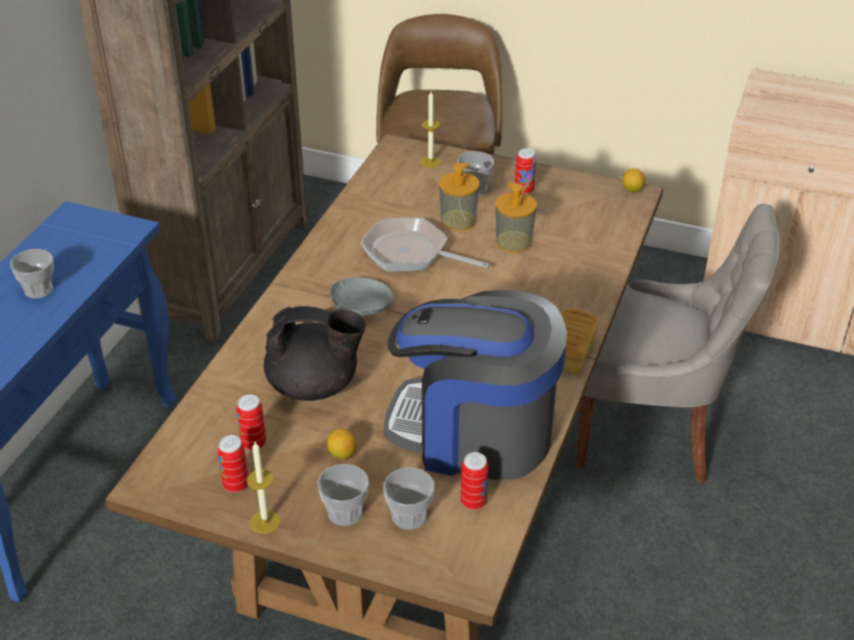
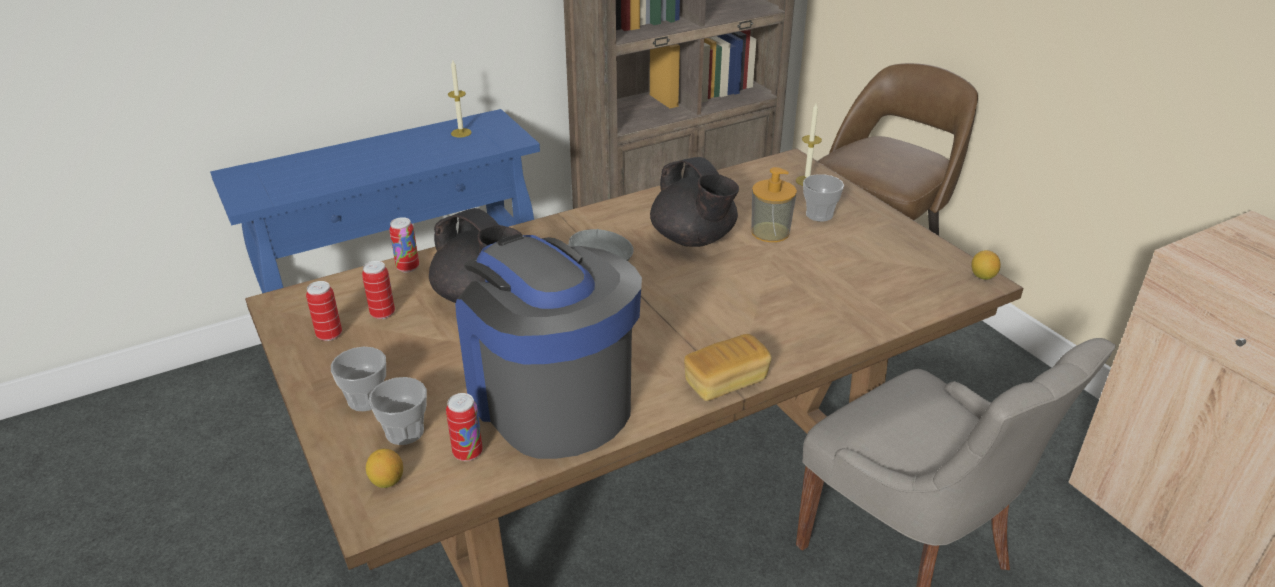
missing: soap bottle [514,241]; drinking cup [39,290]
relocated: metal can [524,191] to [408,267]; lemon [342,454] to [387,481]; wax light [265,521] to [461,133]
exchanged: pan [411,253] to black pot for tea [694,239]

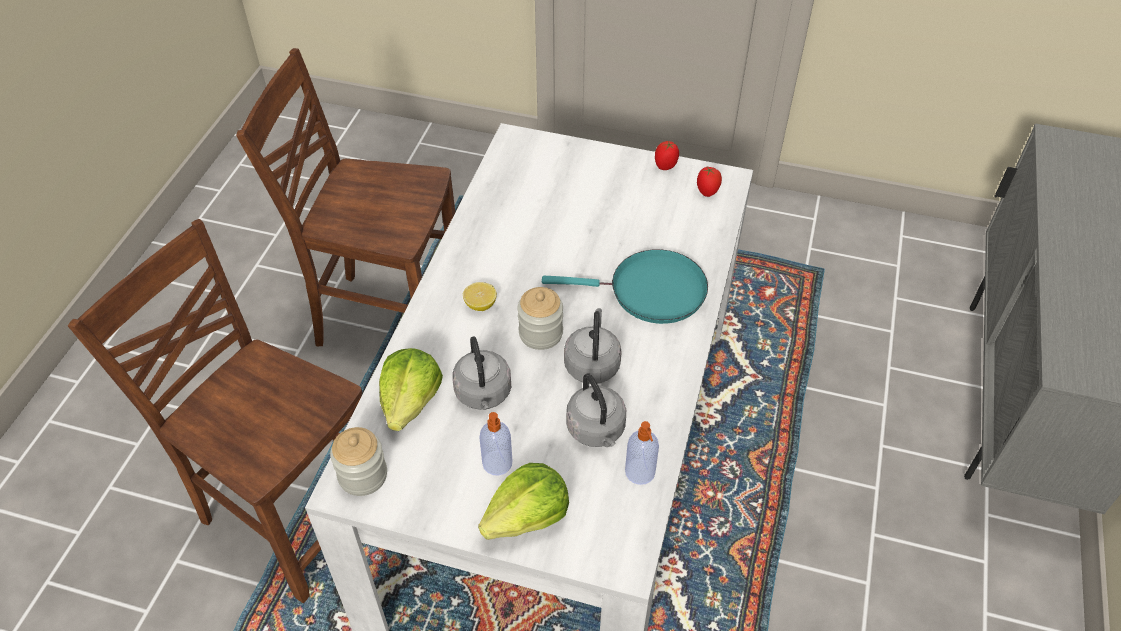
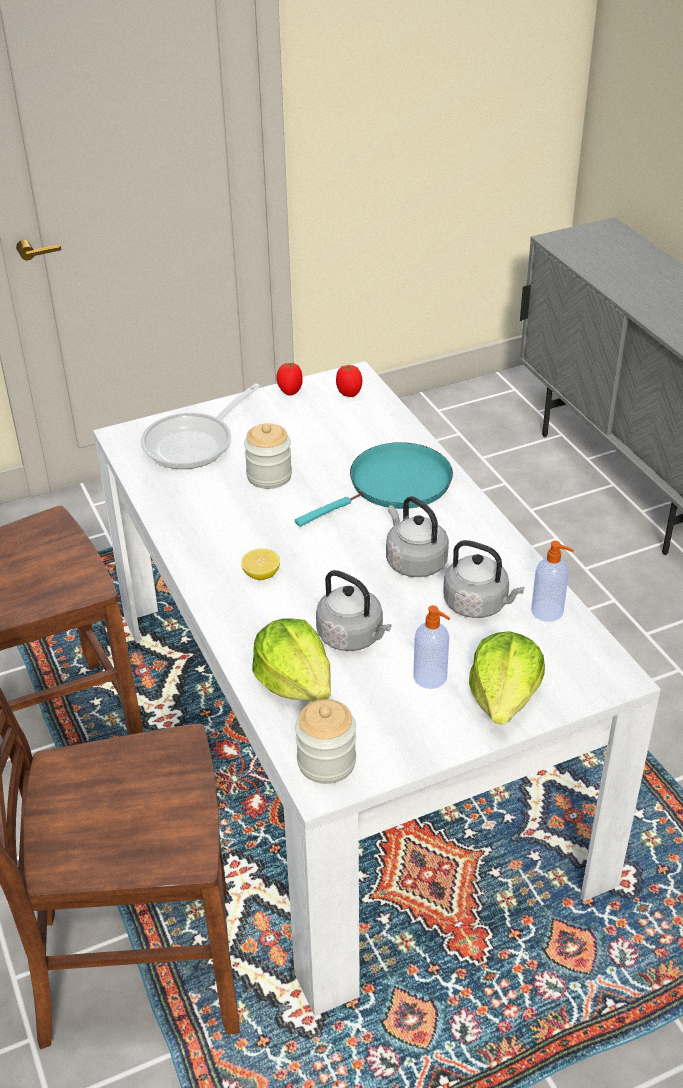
appeared: pan [195,443]
relocated: storage jar [540,333] to [269,476]

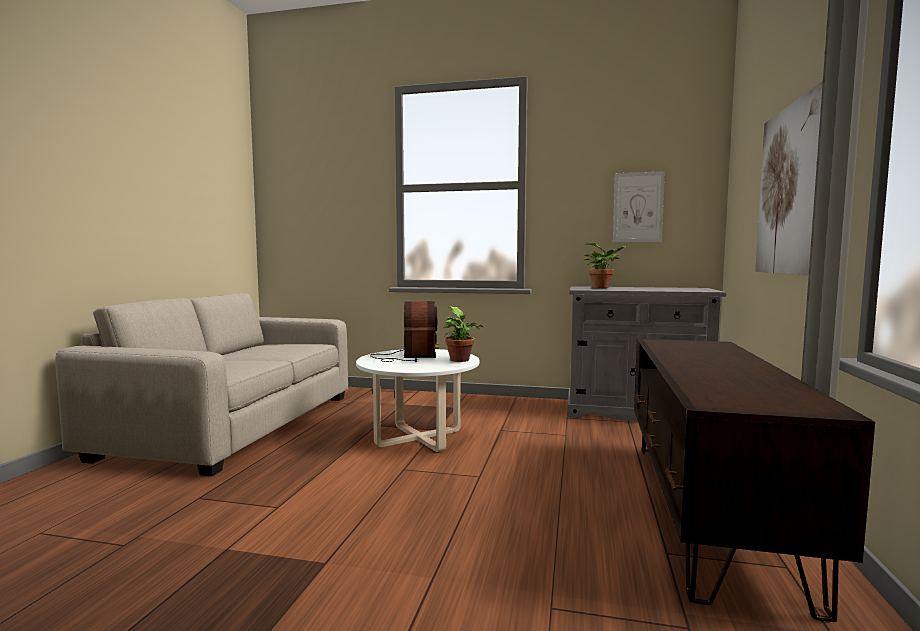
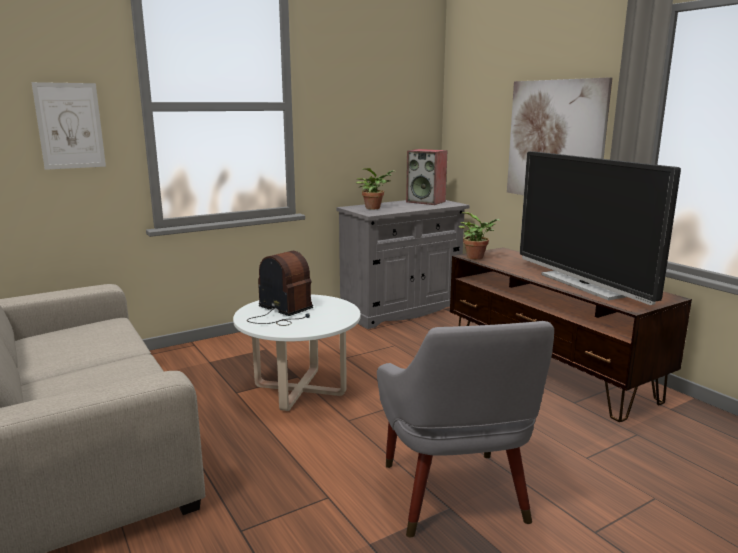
appeared: speaker [426,202]; television [584,285]; grey easy chair [456,500]
relocated: wall picture [638,207] to [70,126]; potted plant [461,360] to [477,257]

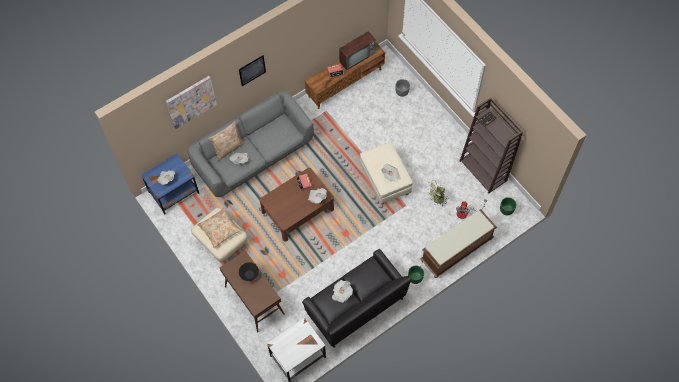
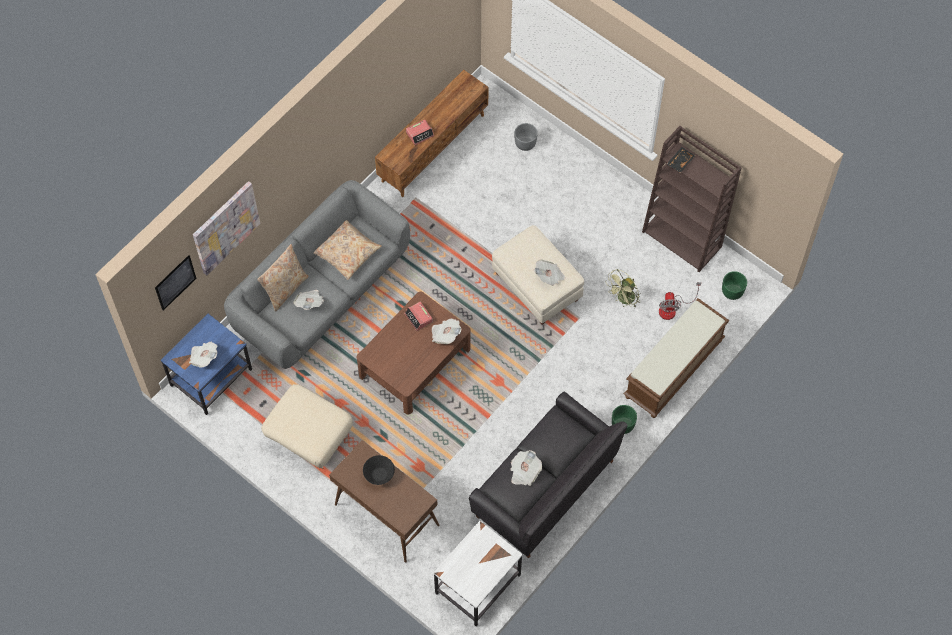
missing: television [357,57]
relocated: wall picture [252,70] to [175,282]; beige throw pillow [220,229] to [347,253]

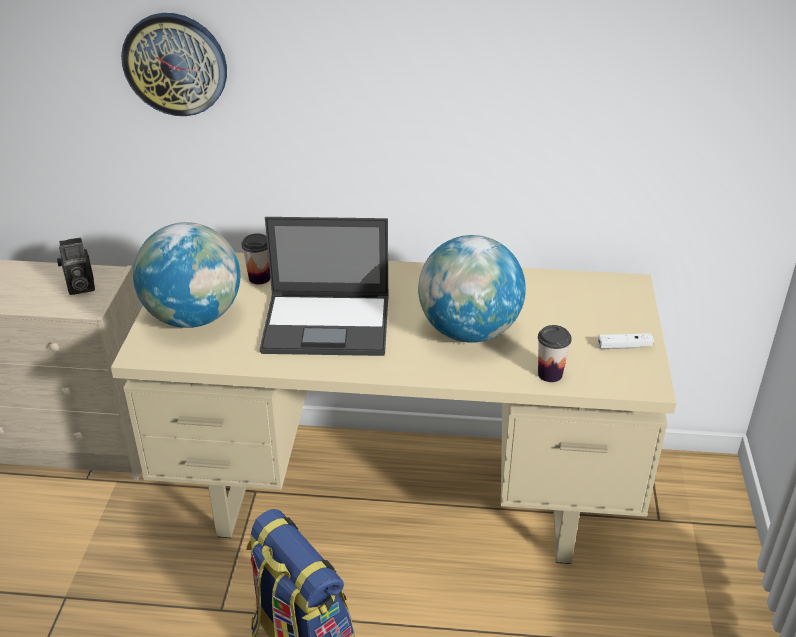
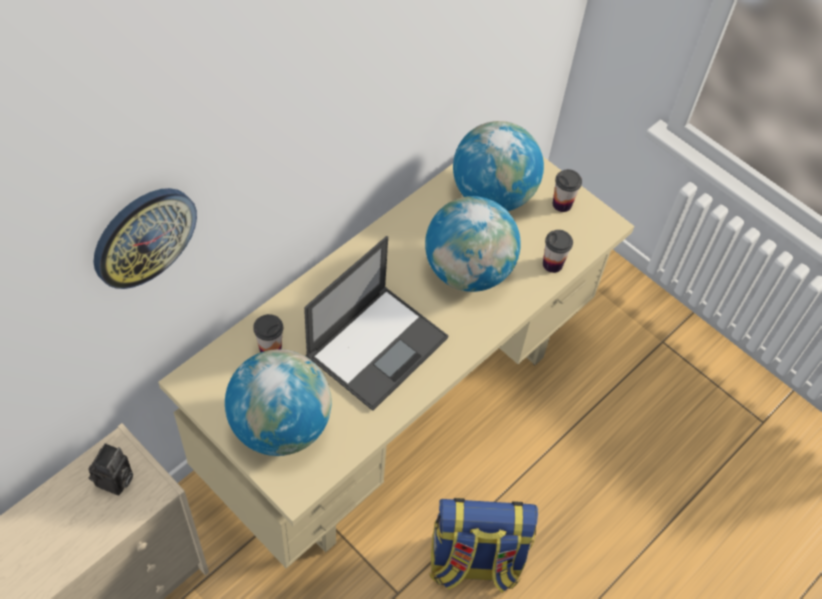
appeared: world globe [492,195]
exchanged: whitish joypad [624,346] to drinking cup [562,204]

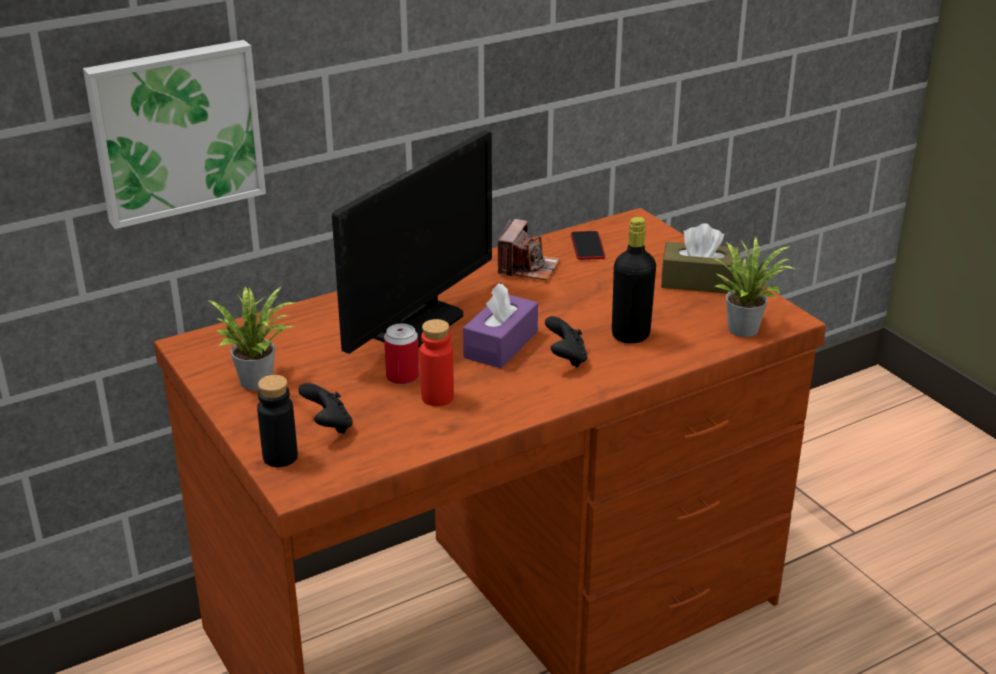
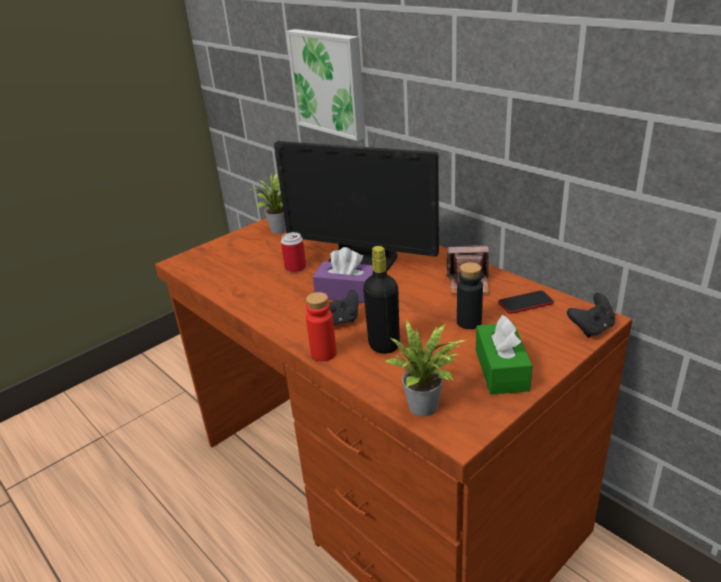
relocated: reddish beverage bottle [437,397] to [323,353]; black beverage bottle [280,457] to [469,322]; black joypad [328,425] to [591,329]
colour: brownish tissue holder [699,281] to green tissue holder [501,370]

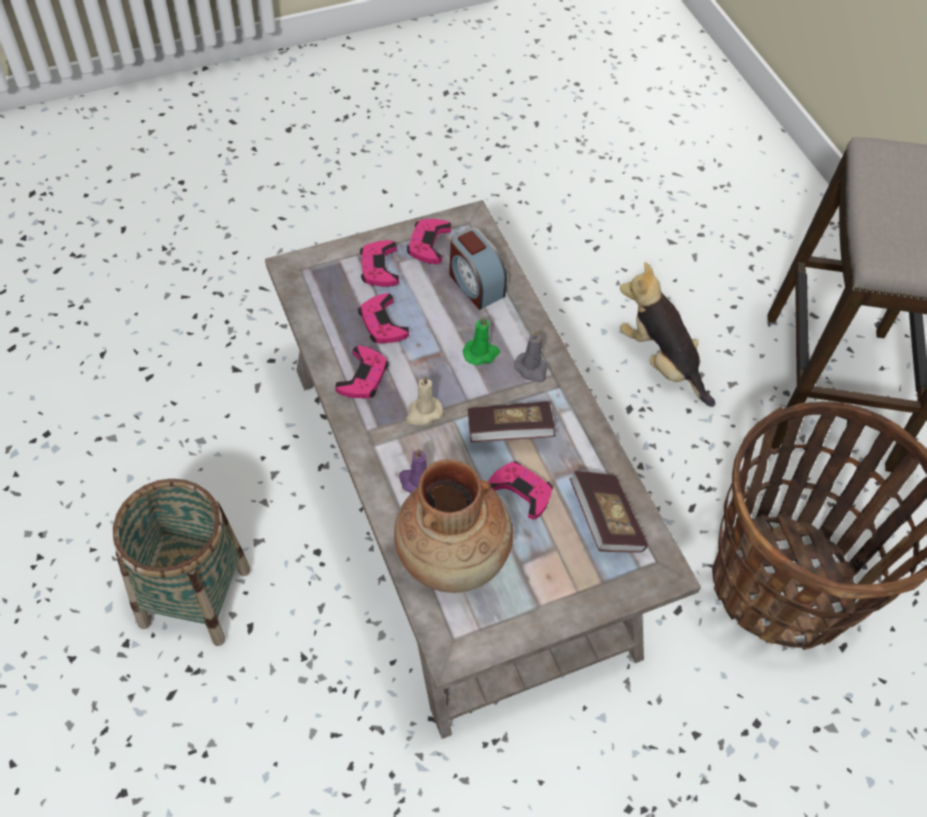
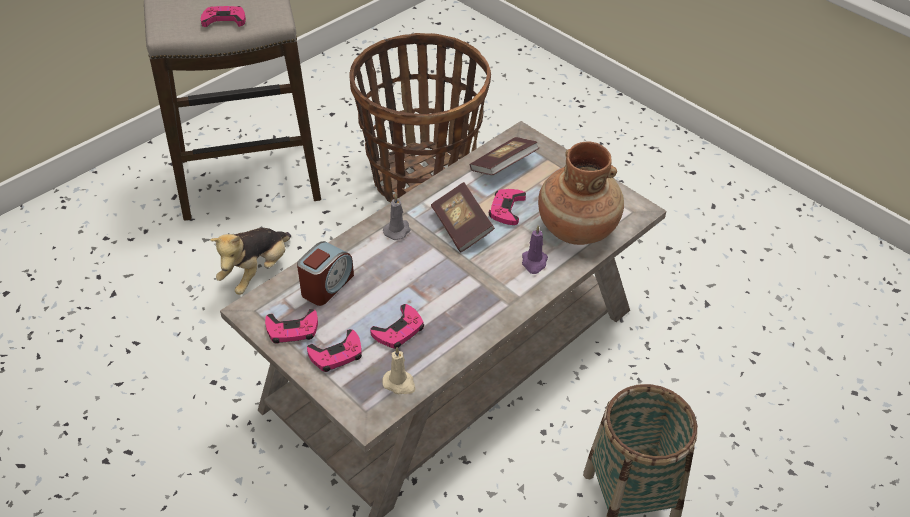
missing: green wax light [481,353]
relocated: pinkish joypad [363,377] to [224,20]; beige wax light [423,412] to [400,383]

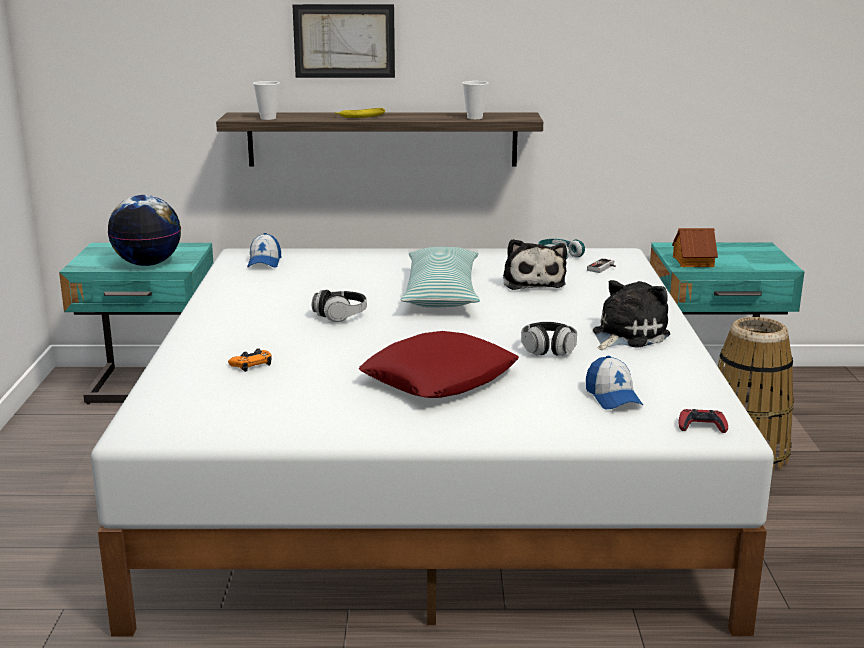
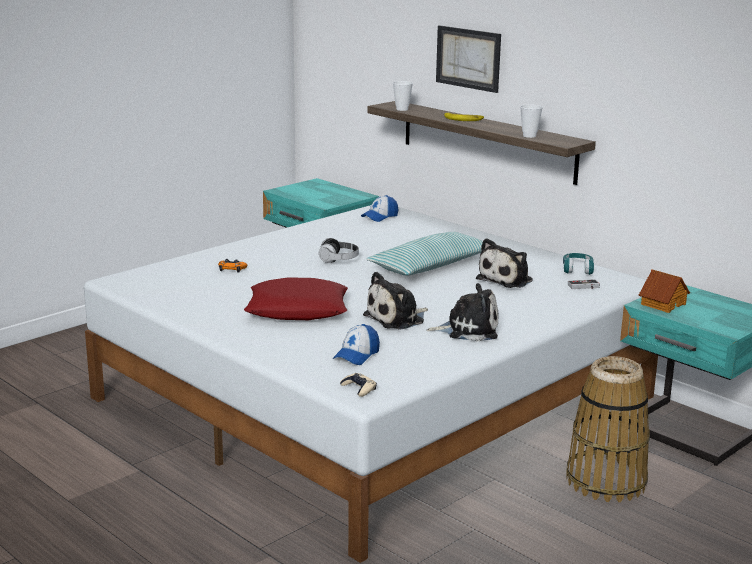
missing: world globe [148,264]
exchanged: headset [548,349] to cuddly toy [397,319]
colour: reddish joypad [701,426] to beige joypad [359,388]

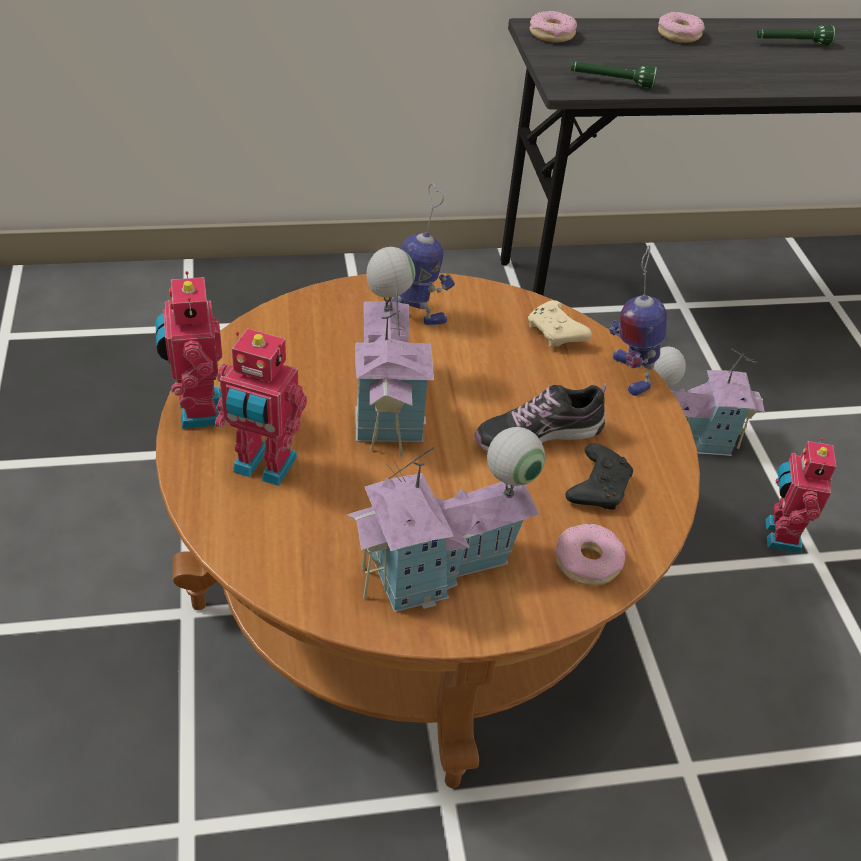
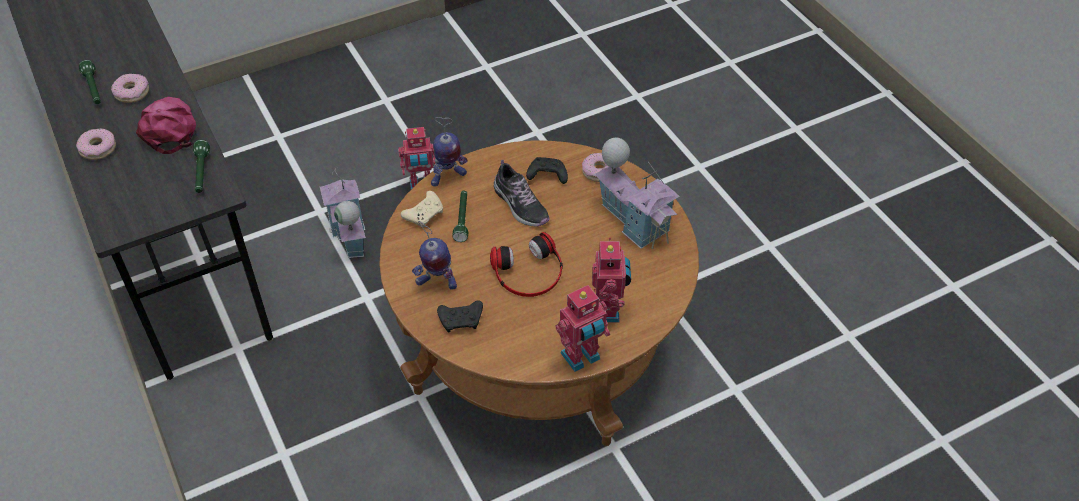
appeared: pinkish baseball cap [168,128]; green torch [462,219]; black joypad [461,320]
relocated: donut [552,34] to [132,93]
exchanged: miniature house [389,404] to headset [528,272]
spun: model robot [418,314] = [436,282] 90 degrees counterclockwise

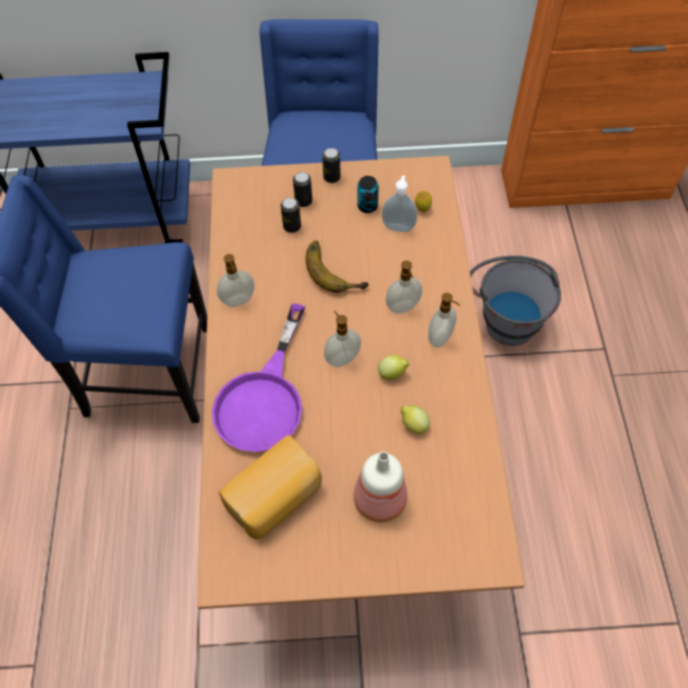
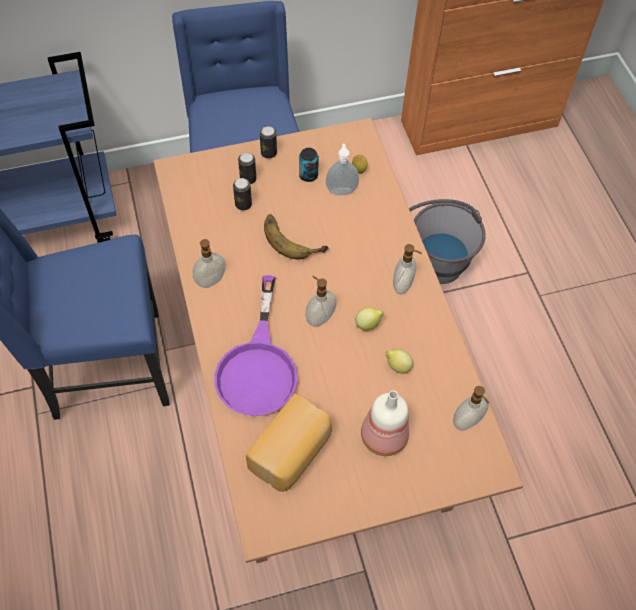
relocated: soap bottle [403,307] to [467,422]

